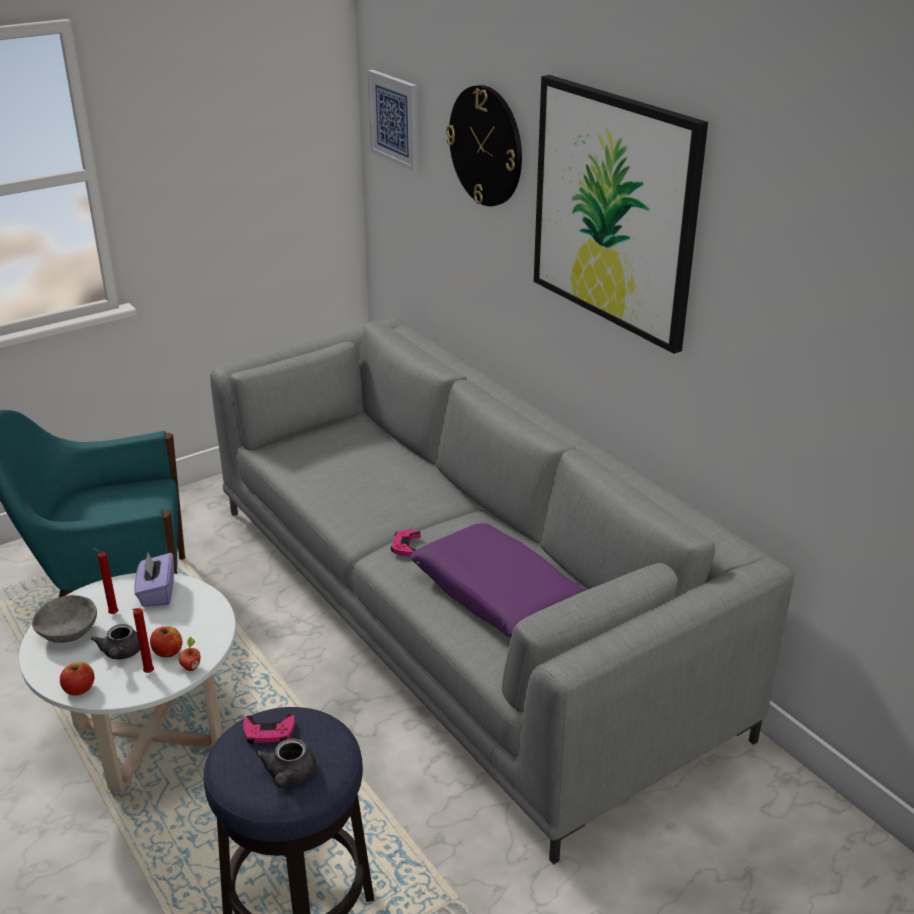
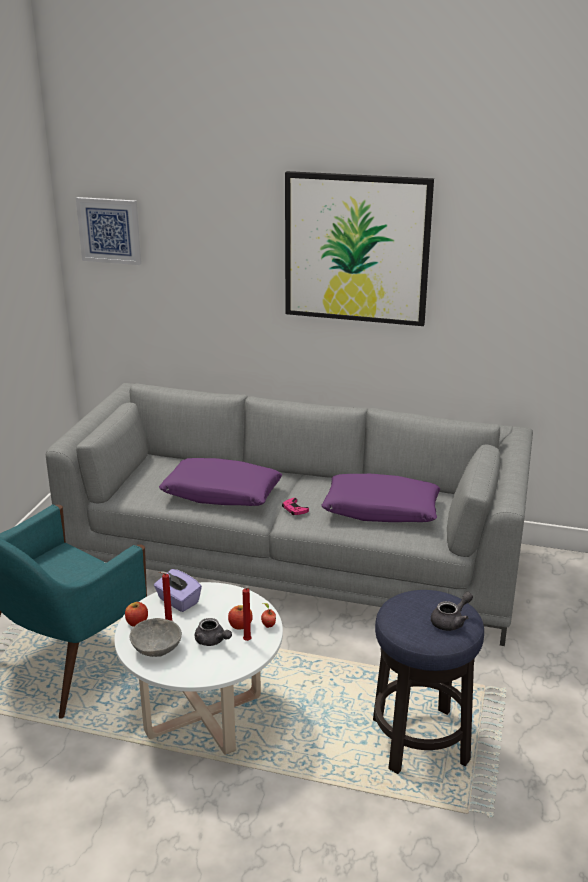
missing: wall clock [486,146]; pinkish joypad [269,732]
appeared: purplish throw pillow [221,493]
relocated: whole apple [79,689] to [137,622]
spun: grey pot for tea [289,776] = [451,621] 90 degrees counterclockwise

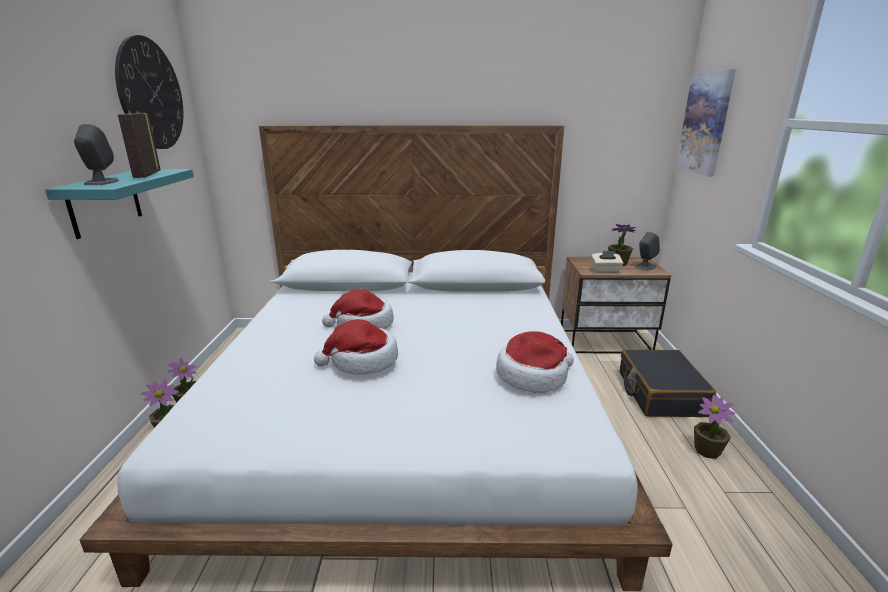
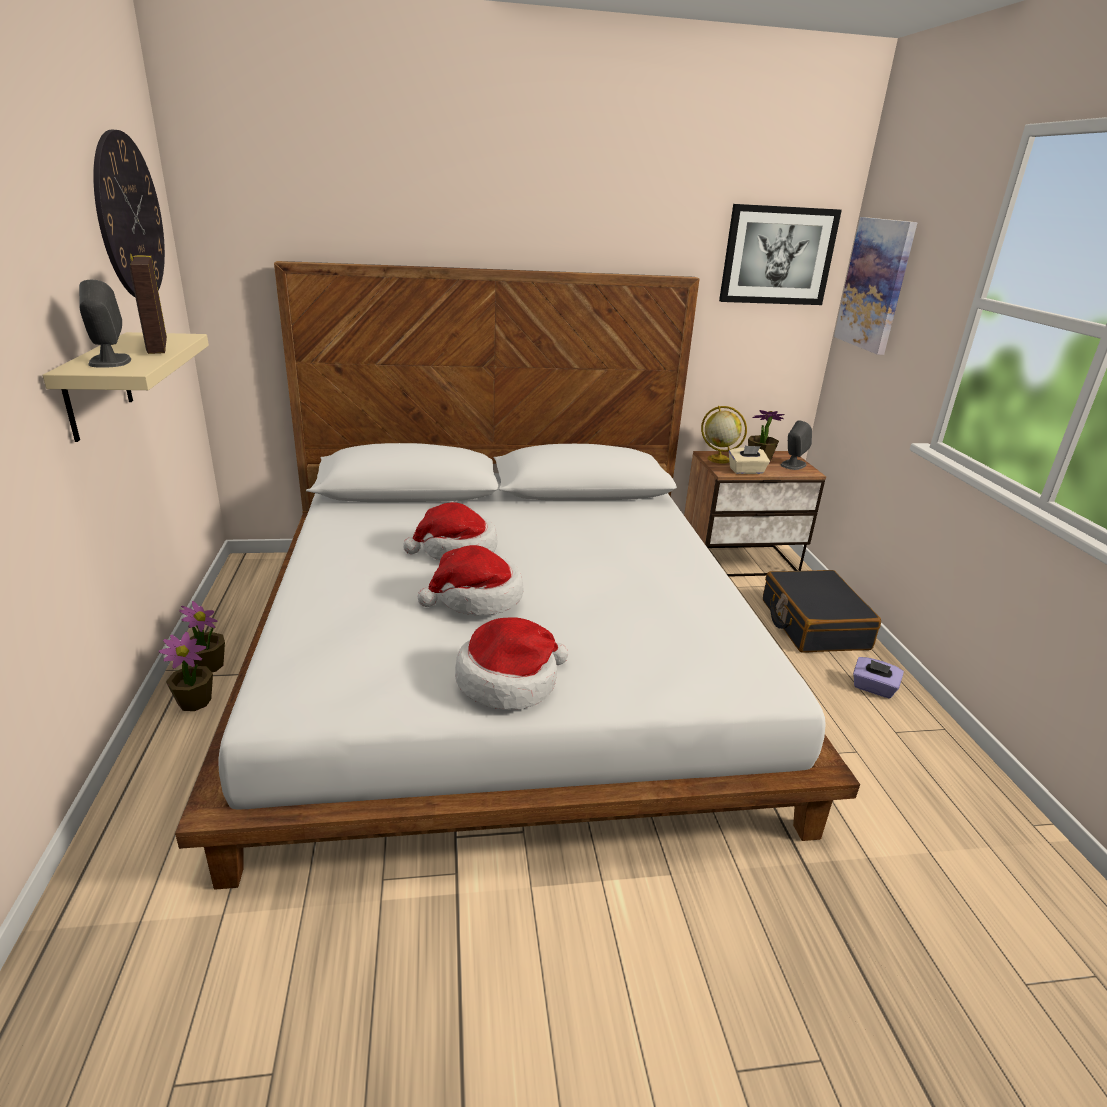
appeared: wall picture [777,256]; world globe [718,459]
relocated: clothing hat [533,376] to [509,681]
exchanged: potted plant [707,451] to purplish tissue holder [873,688]
colour: turquoise-coloured wall shelf [105,202] to beige wall shelf [97,385]

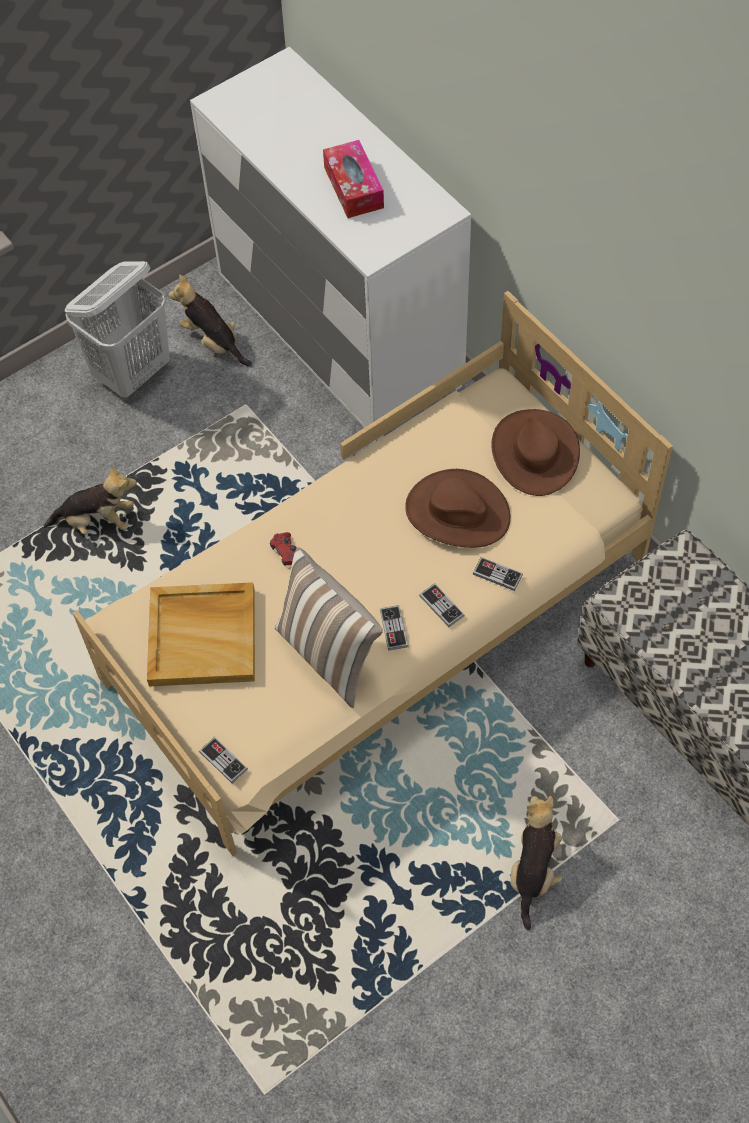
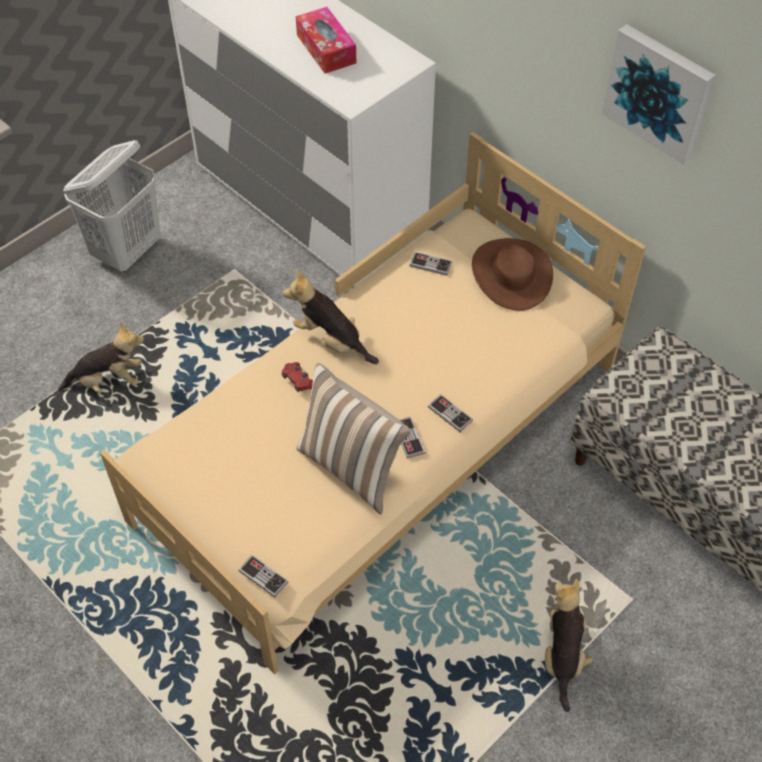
missing: brownish clothing hat [457,512]; beige serving tray [203,636]
appeared: wall picture [659,92]
relocated: cuddly toy [213,341] to [331,340]; joypad [497,575] to [430,265]

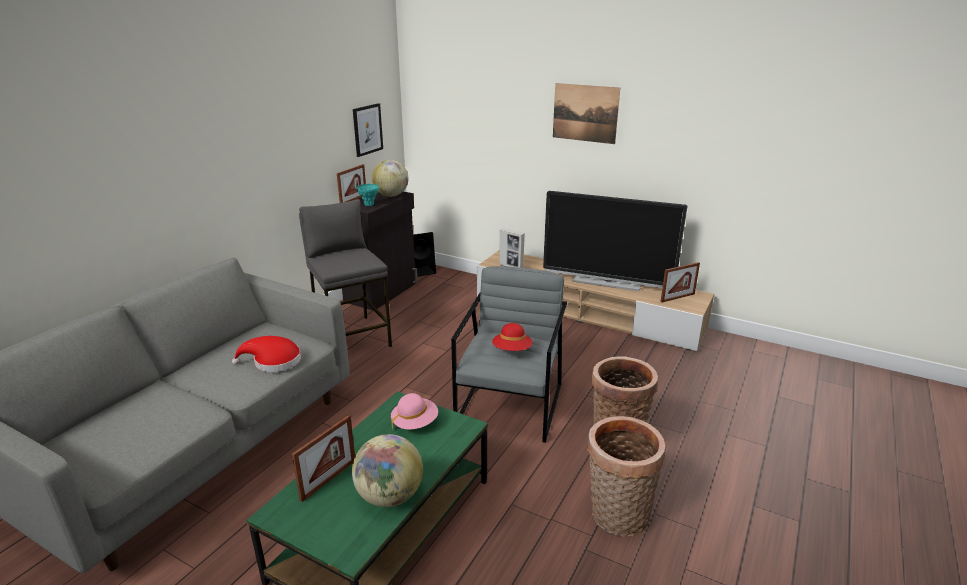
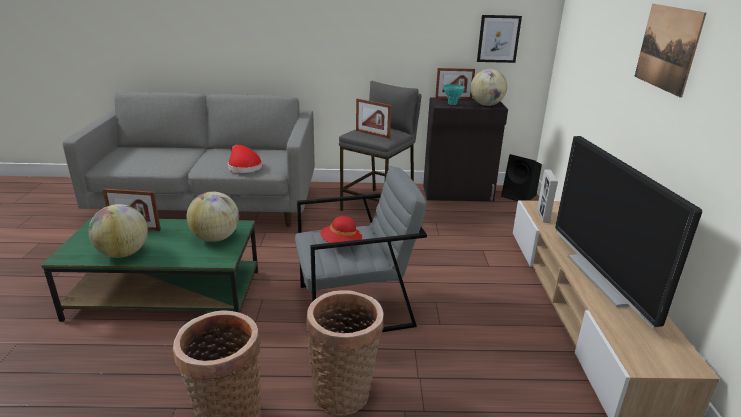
relocated: picture frame [677,298] to [372,134]
exchanged: pinkish clothing hat [415,423] to world globe [216,238]

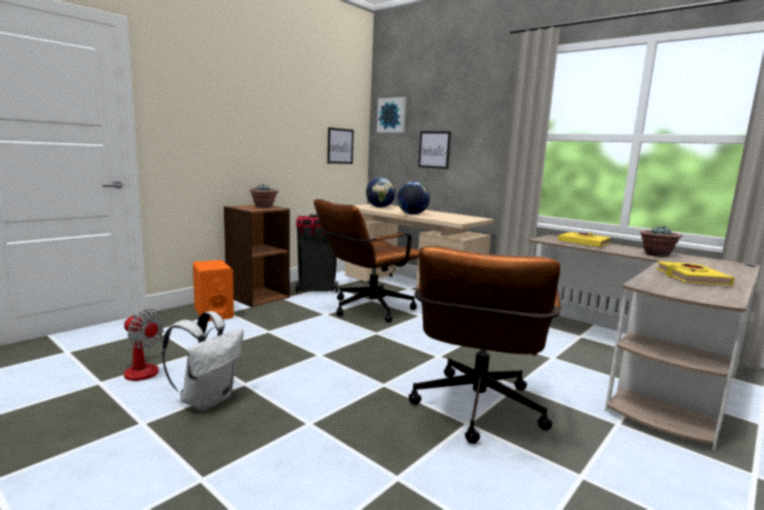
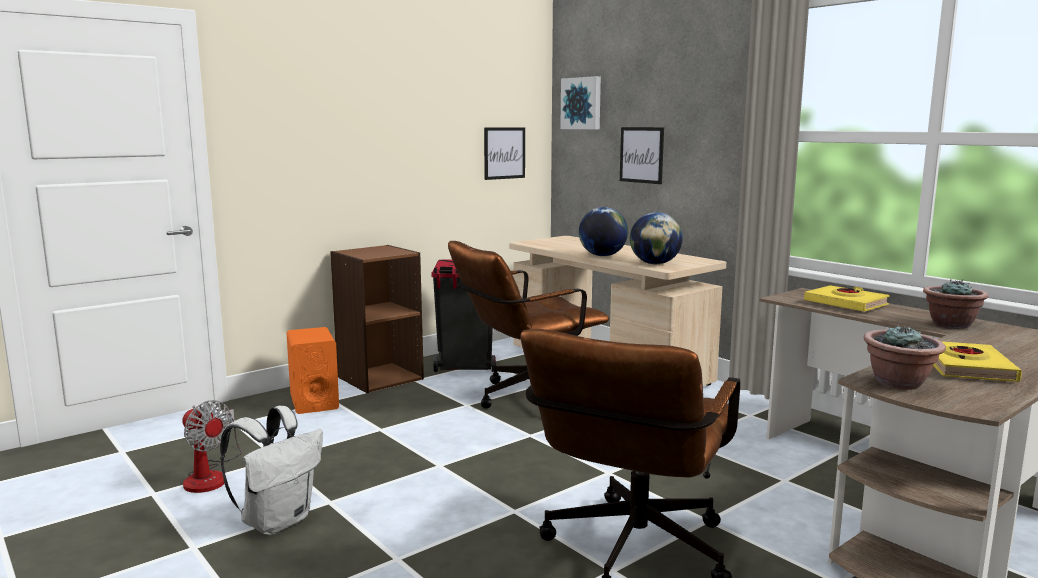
relocated: world globe [380,207] to [655,263]; potted plant [264,207] to [899,383]

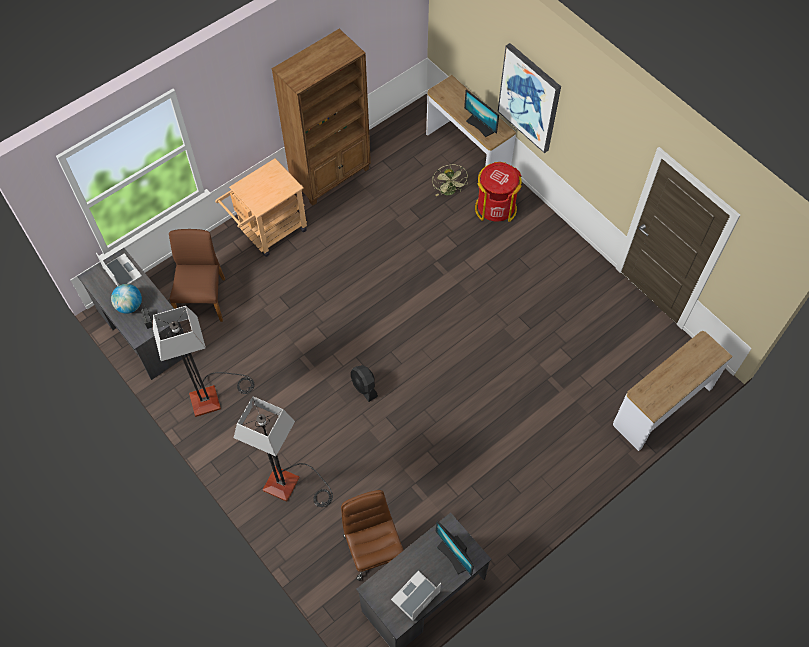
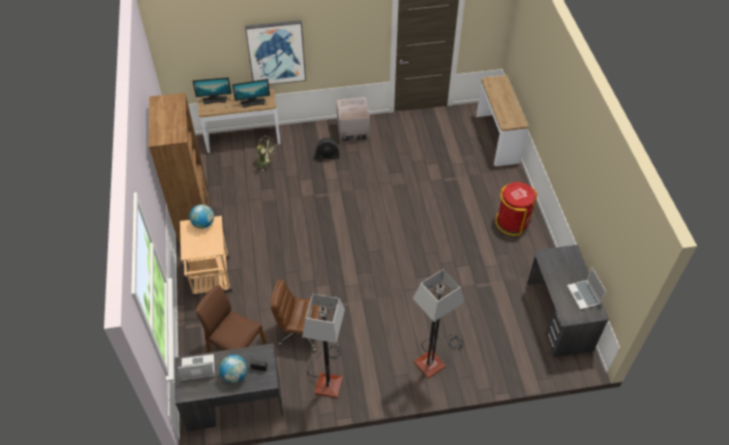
appeared: packing box [353,132]; world globe [203,224]
relocated: reddish waste bin [495,208] to [512,222]; black fan [364,387] to [327,156]; brownish office chair [373,549] to [301,332]; computer display [454,555] to [214,100]

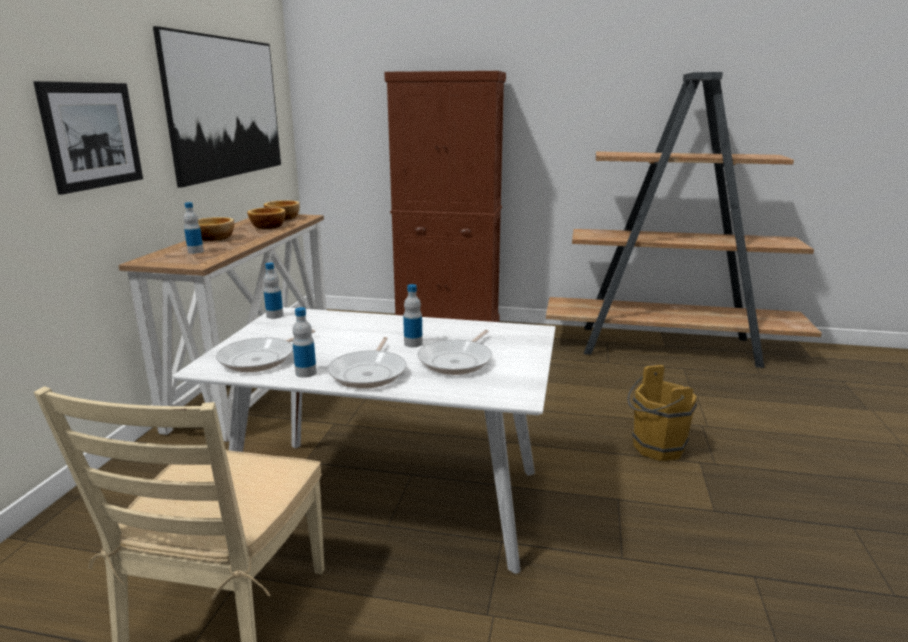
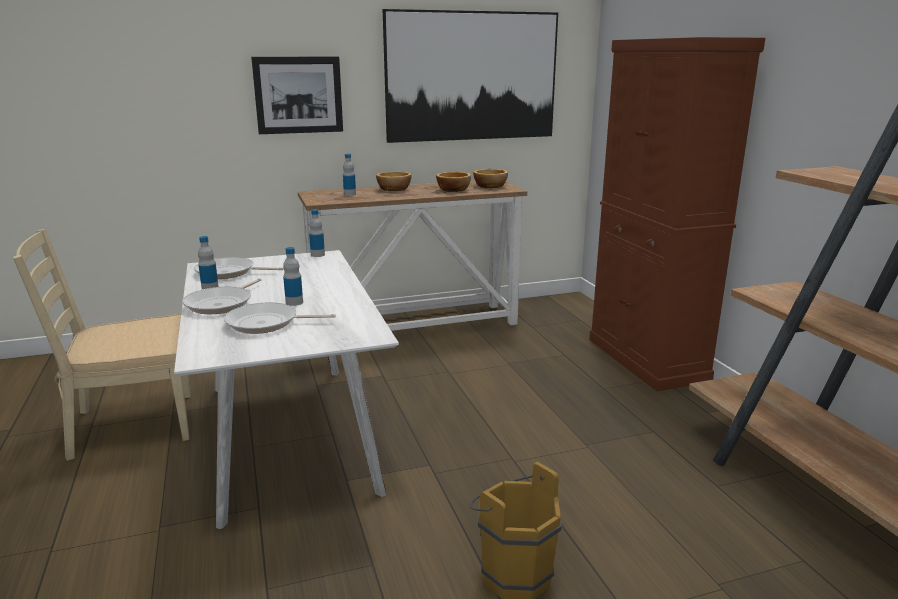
spun: pan [369,372] = [221,304] 45 degrees counterclockwise

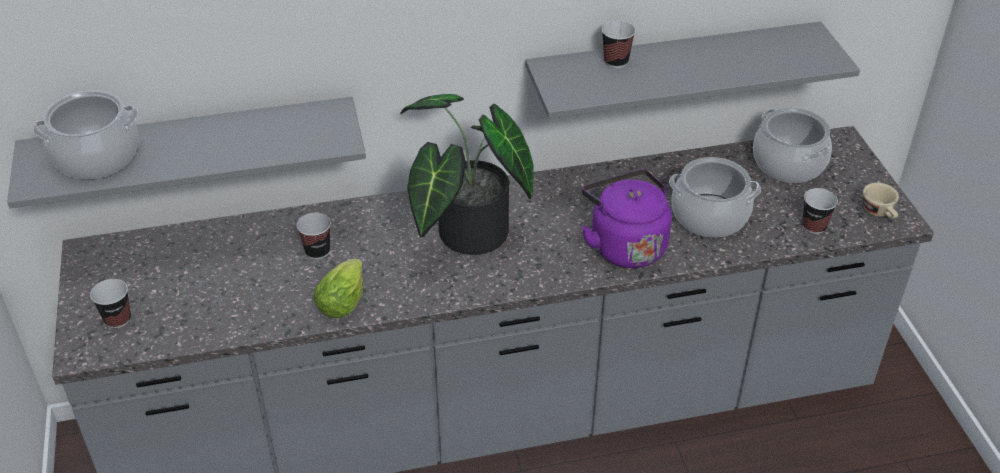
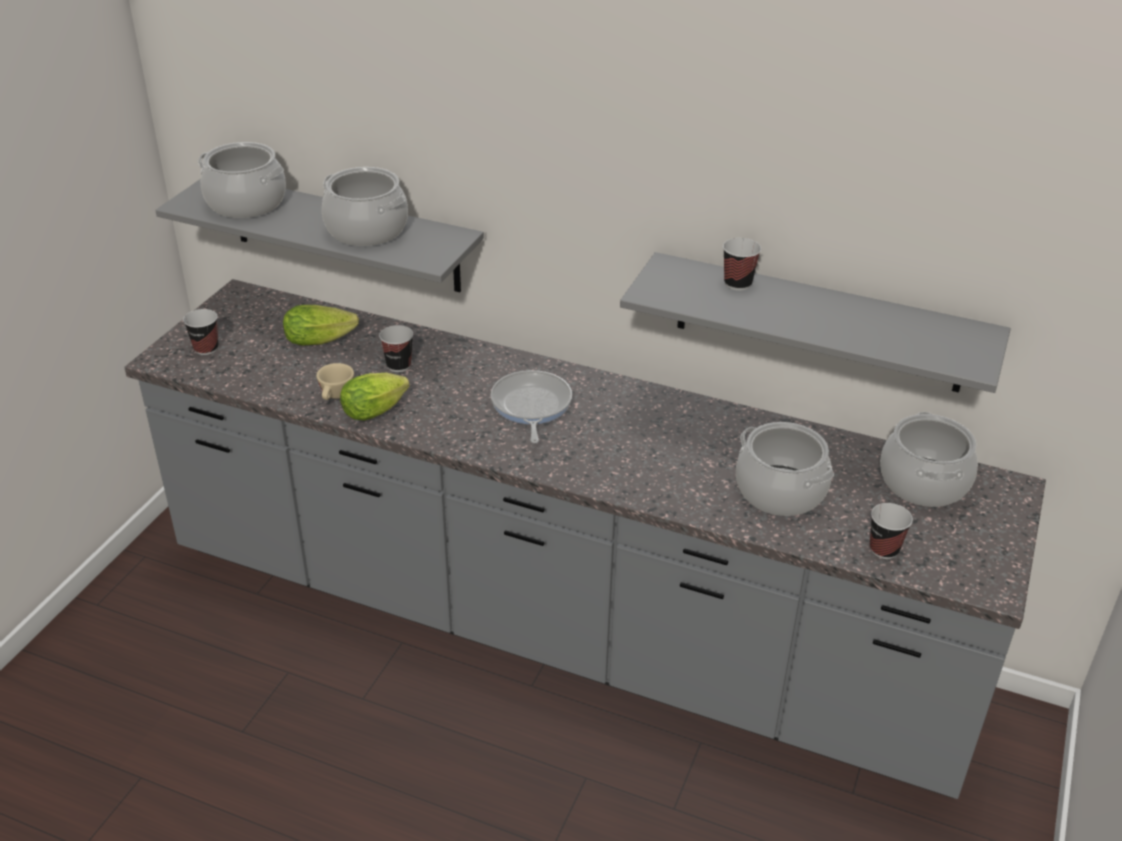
missing: purplish tea kettle [624,245]
appeared: cooking pot [367,229]; lettuce head [323,339]
relocated: beige drinking cup [879,213] to [335,396]
exchanged: potted plant [465,235] to pan [530,406]

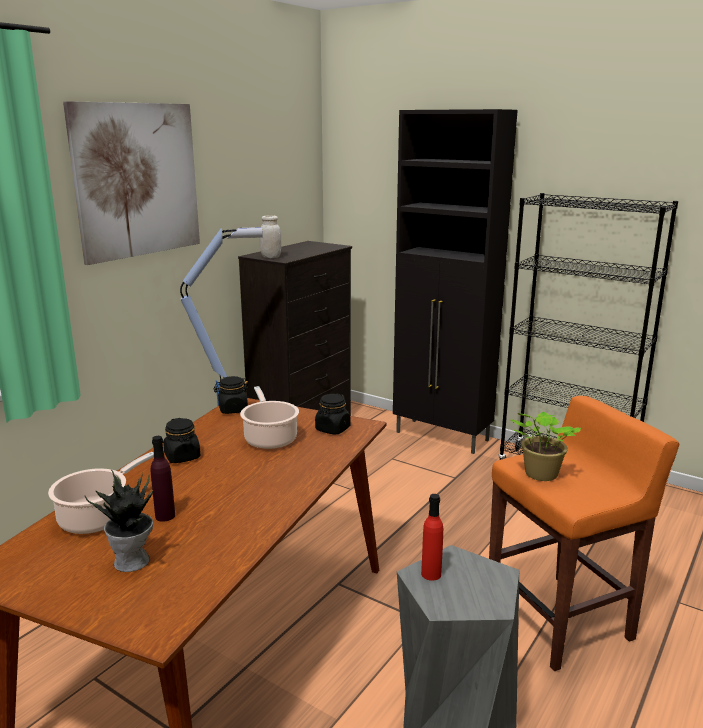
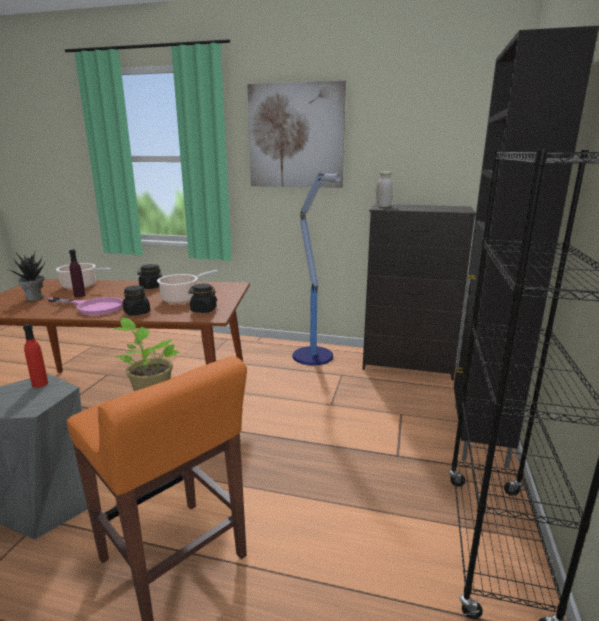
appeared: pinkish pan [94,307]
relocated: black storage jar [233,409] to [137,312]

